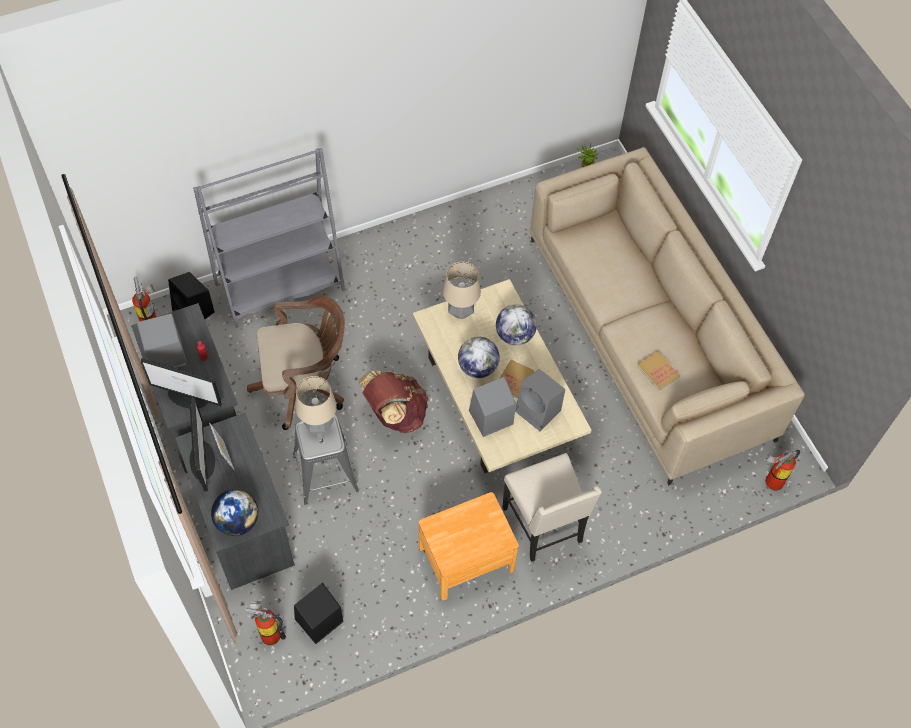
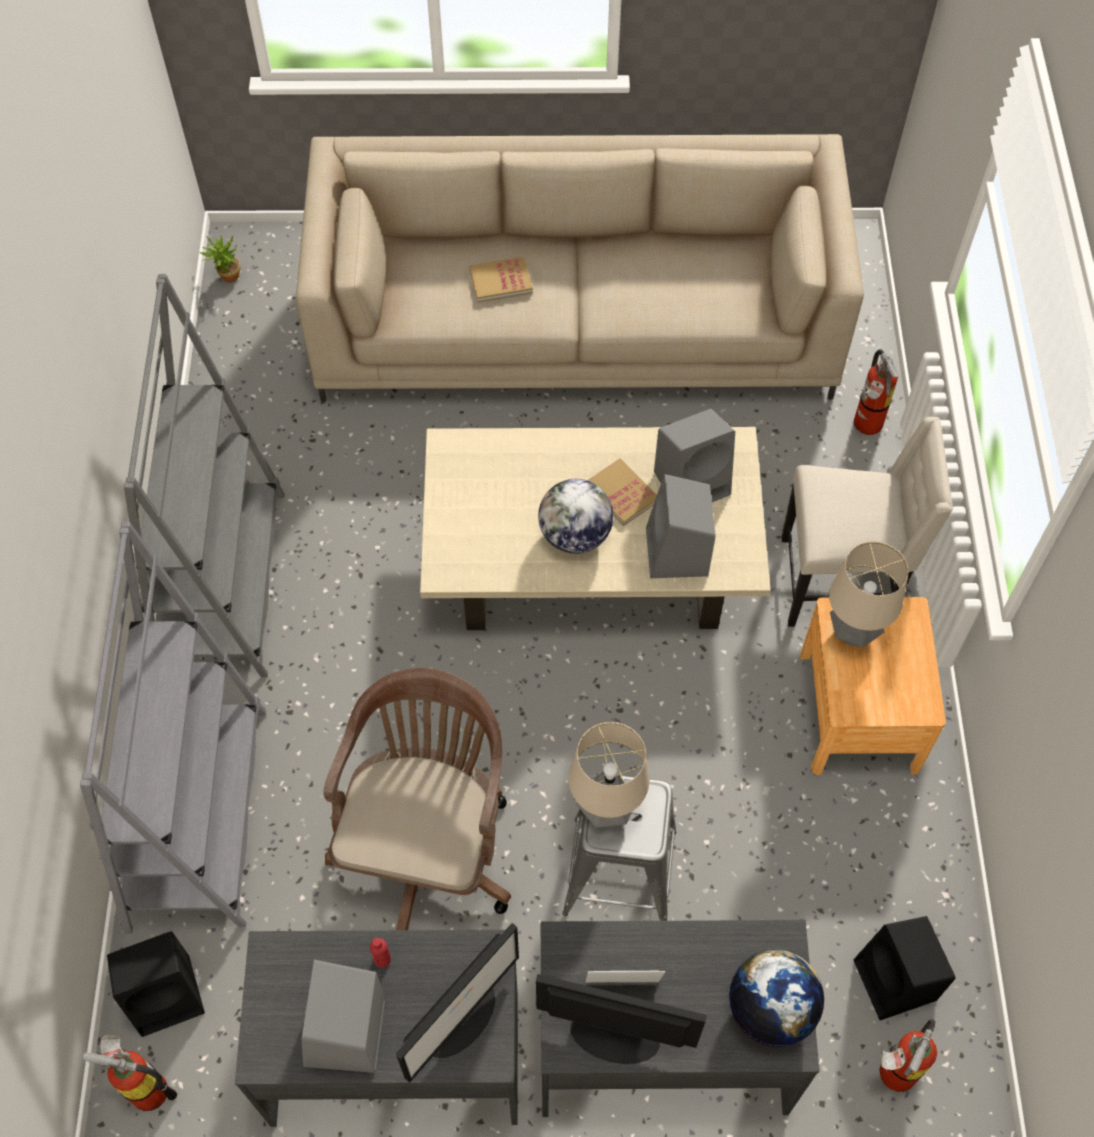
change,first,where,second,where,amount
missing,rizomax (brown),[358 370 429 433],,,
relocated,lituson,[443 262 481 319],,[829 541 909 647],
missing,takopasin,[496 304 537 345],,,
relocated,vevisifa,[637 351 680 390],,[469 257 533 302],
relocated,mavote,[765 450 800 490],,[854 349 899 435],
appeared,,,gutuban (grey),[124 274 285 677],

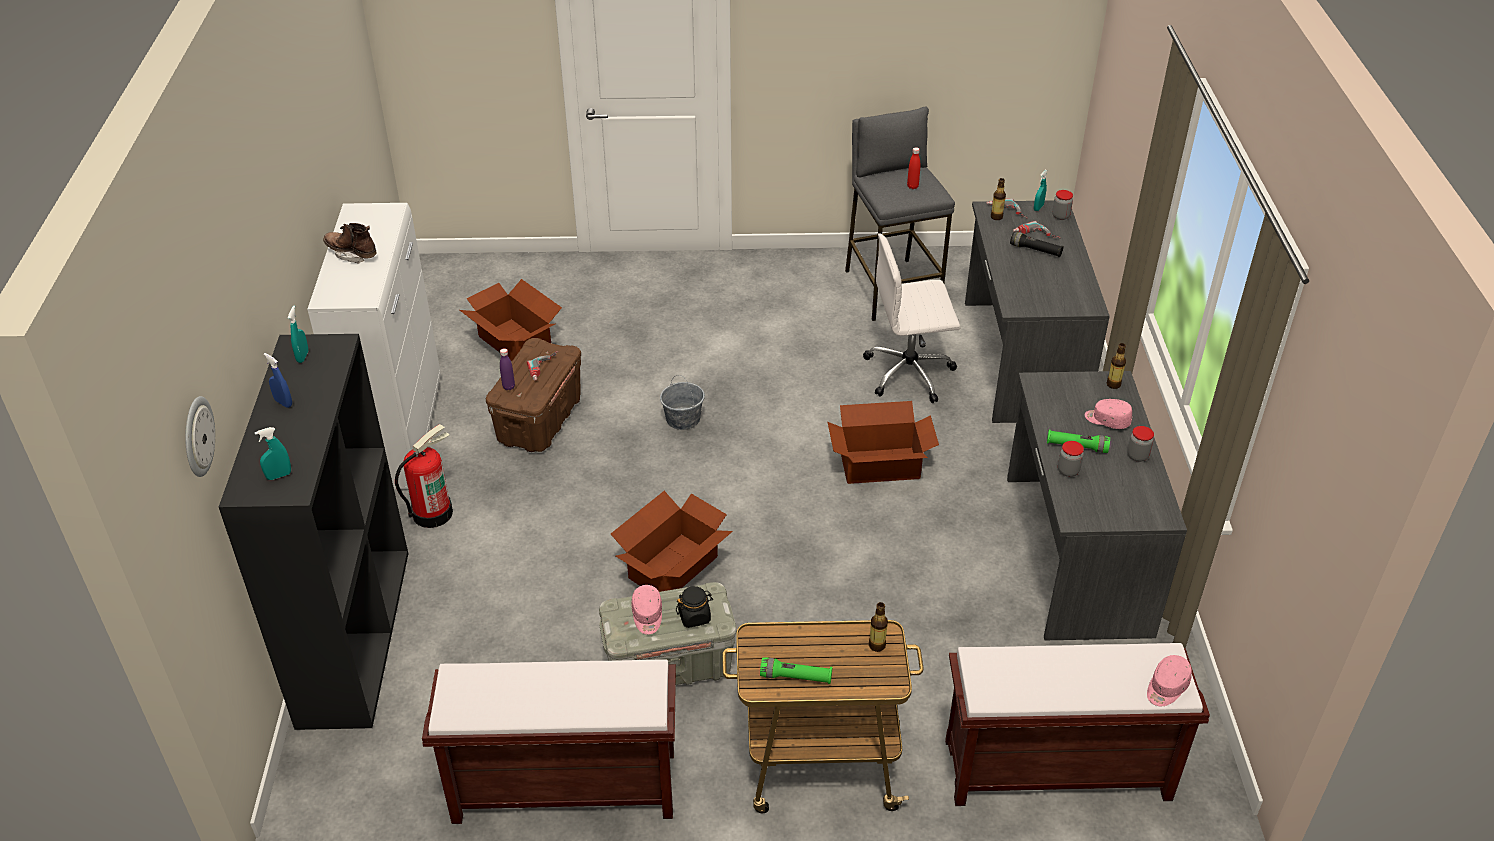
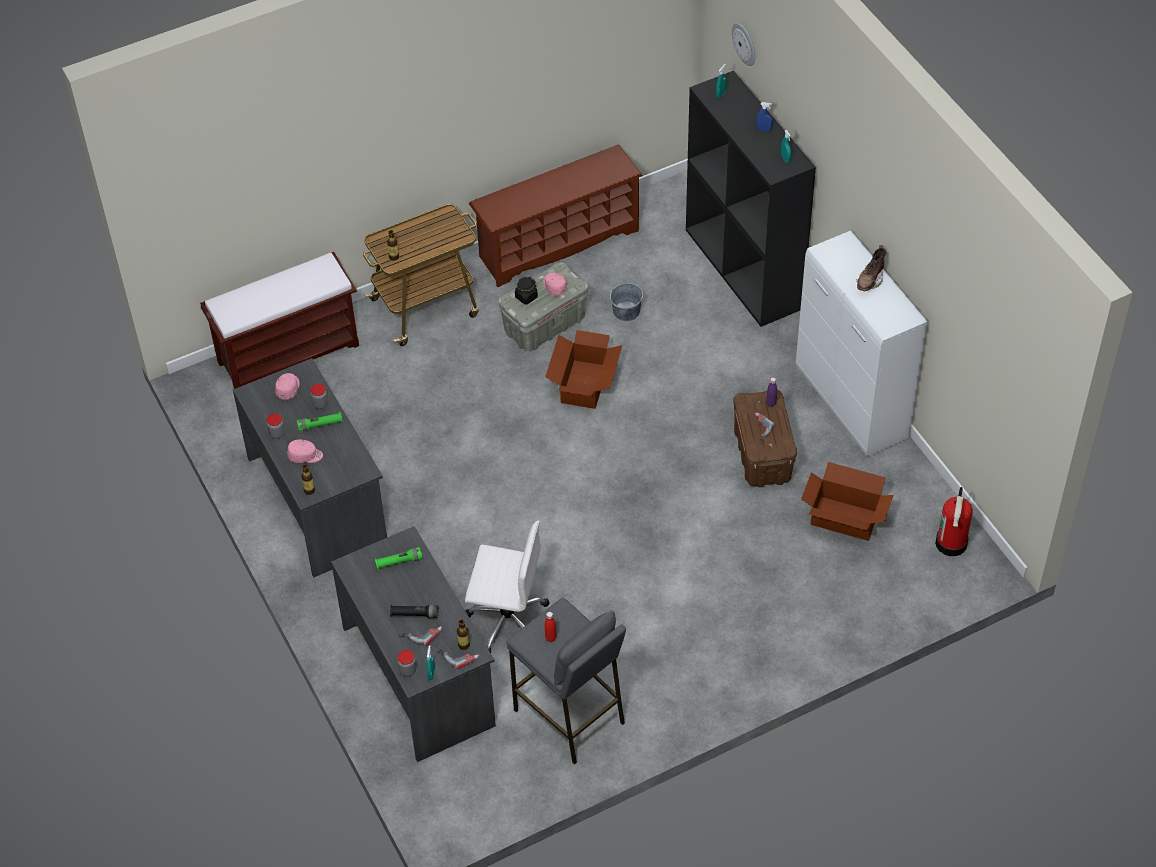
change,first,where,second,where,amount
spun,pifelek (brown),[323 223 377 264],,[856 245 887 291],120 degrees clockwise
relocated,mavote,[395 424 453 528],,[935 487 973 556],
exchanged,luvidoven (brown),[422 659 676 824],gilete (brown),[469 145 643 287],
relocated,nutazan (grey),[660 375 705 430],,[610 283 643 321],
relocated,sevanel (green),[760 658 832 684],,[374 547 422 570],
missing,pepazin,[827 401 939 484],,,
spun,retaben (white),[863 233 960 403],,[465 520 549 653],45 degrees clockwise
relocated,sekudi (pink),[1147 655 1192 706],,[275 373 300 400],

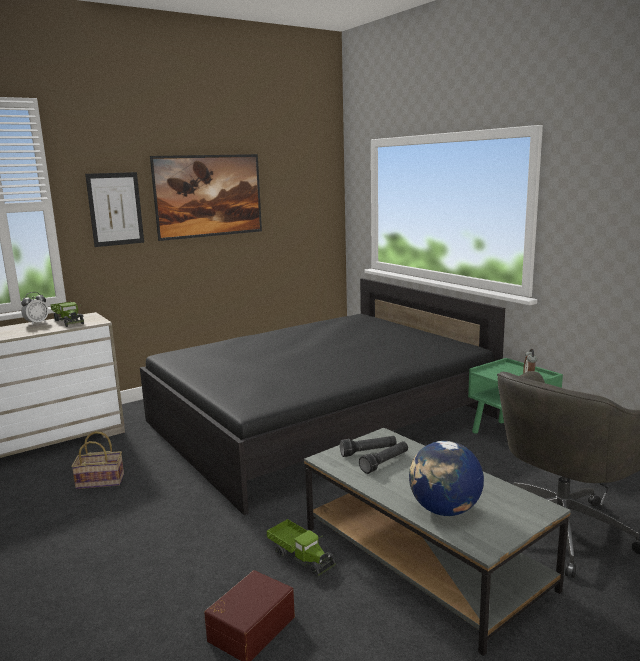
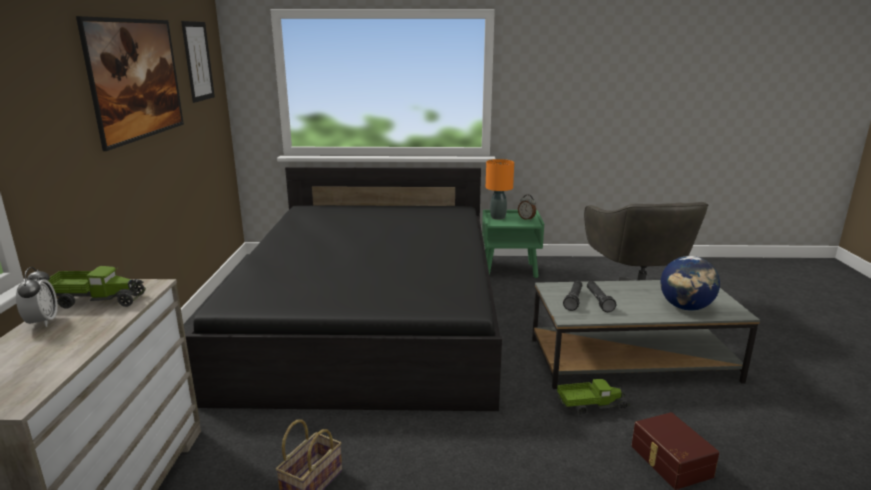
change,first,where,second,where,amount
relocated,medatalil,[85 172 144 247],,[181 21 215 103],
appeared,,,lituson (orange),[486 159 514 220],

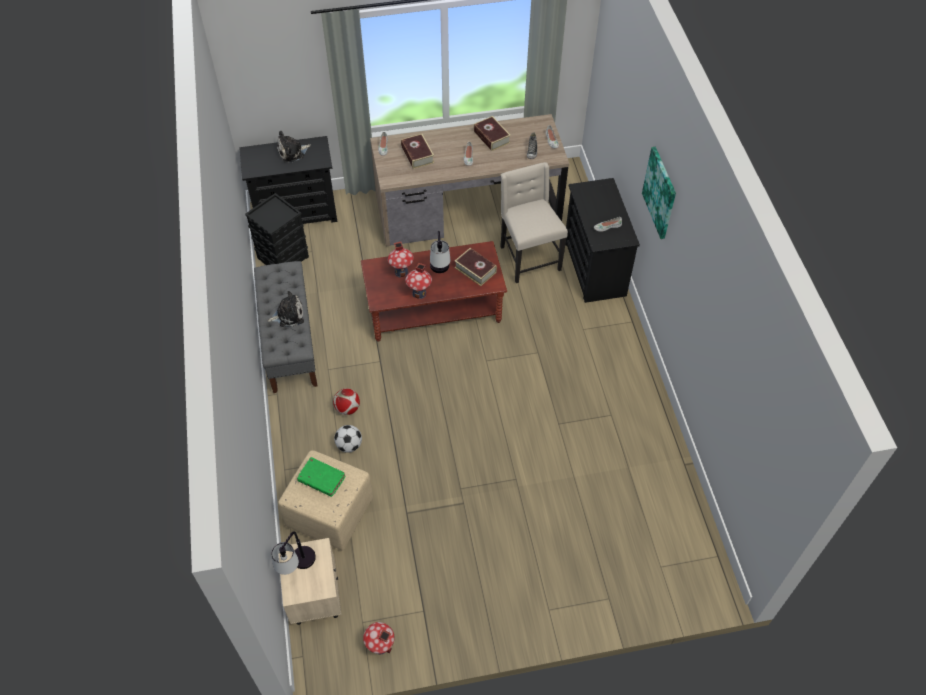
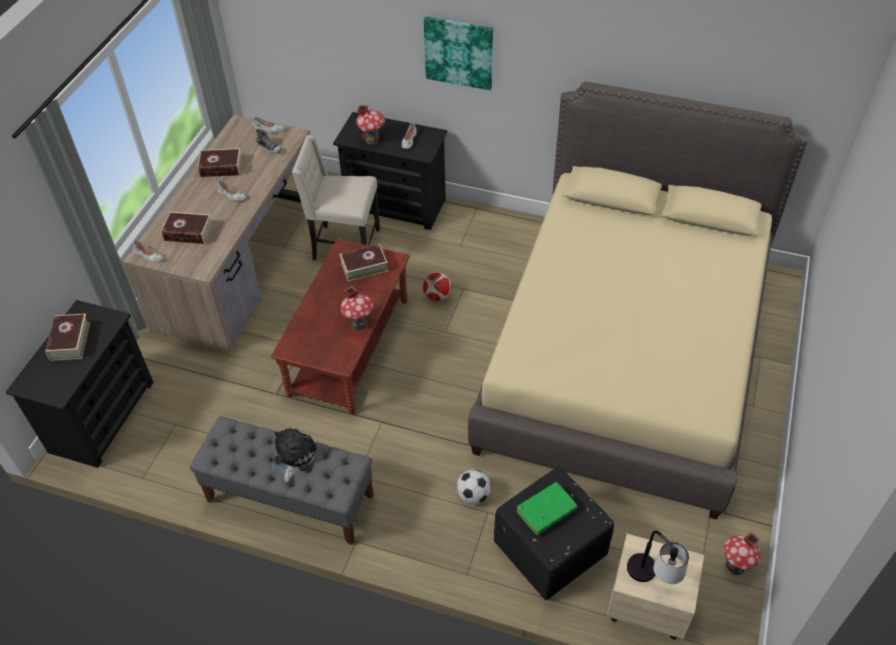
change,first,where,second,where,amount
missing,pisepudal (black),[245 193 309 265],,,
exchanged,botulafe,[277 131 311 163],vevisifa,[45 313 90 361],
colour,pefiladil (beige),[278 450 373 550],pefiladil (black),[494 467 614 600],
relocated,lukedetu,[333 388 360 415],,[423 273 452 302],
relocated,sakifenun,[388 242 414 278],,[356 105 385 145],
missing,lituson,[430 231 451 273],,,
appeared,,,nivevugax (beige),[468 82 808 519],

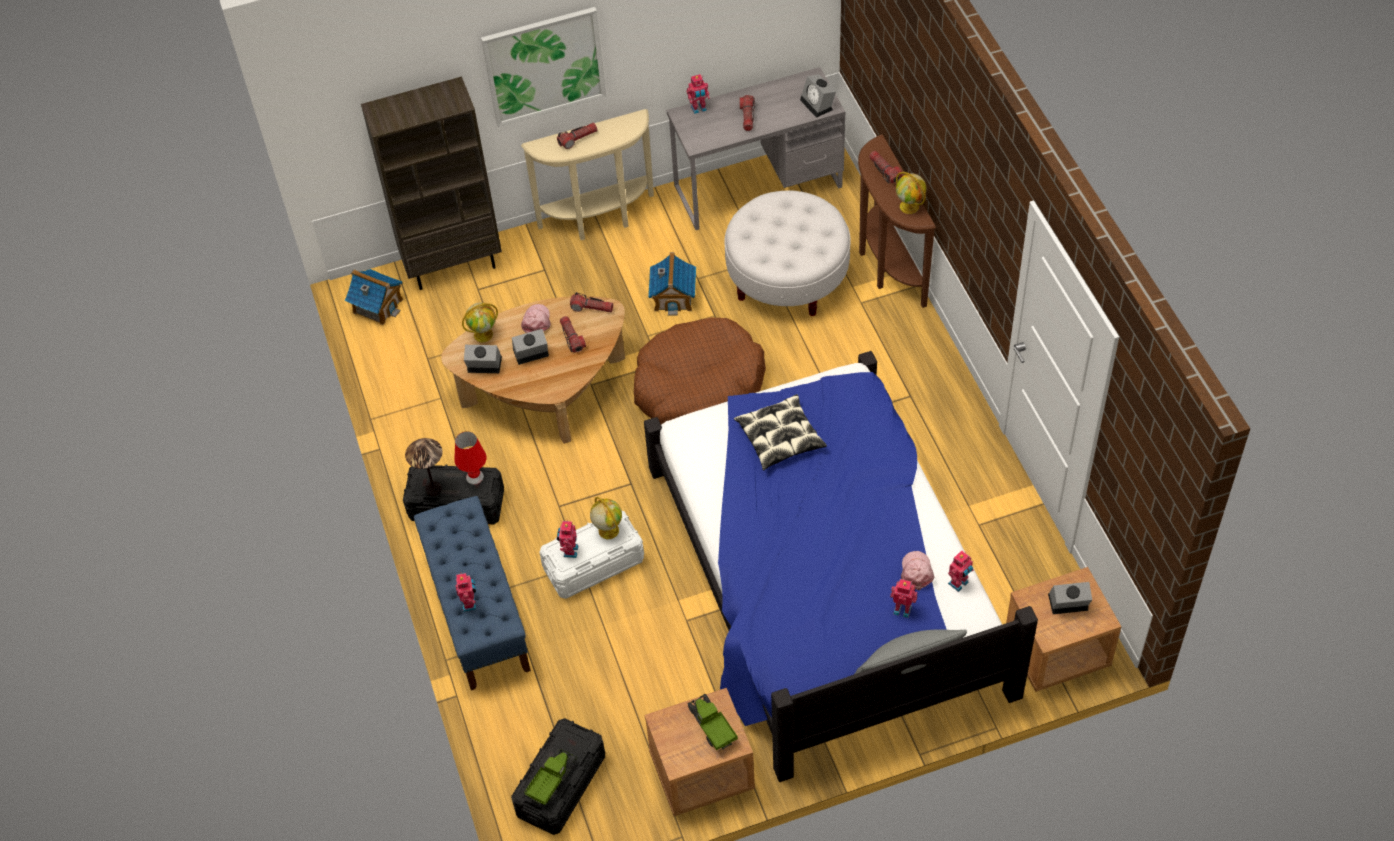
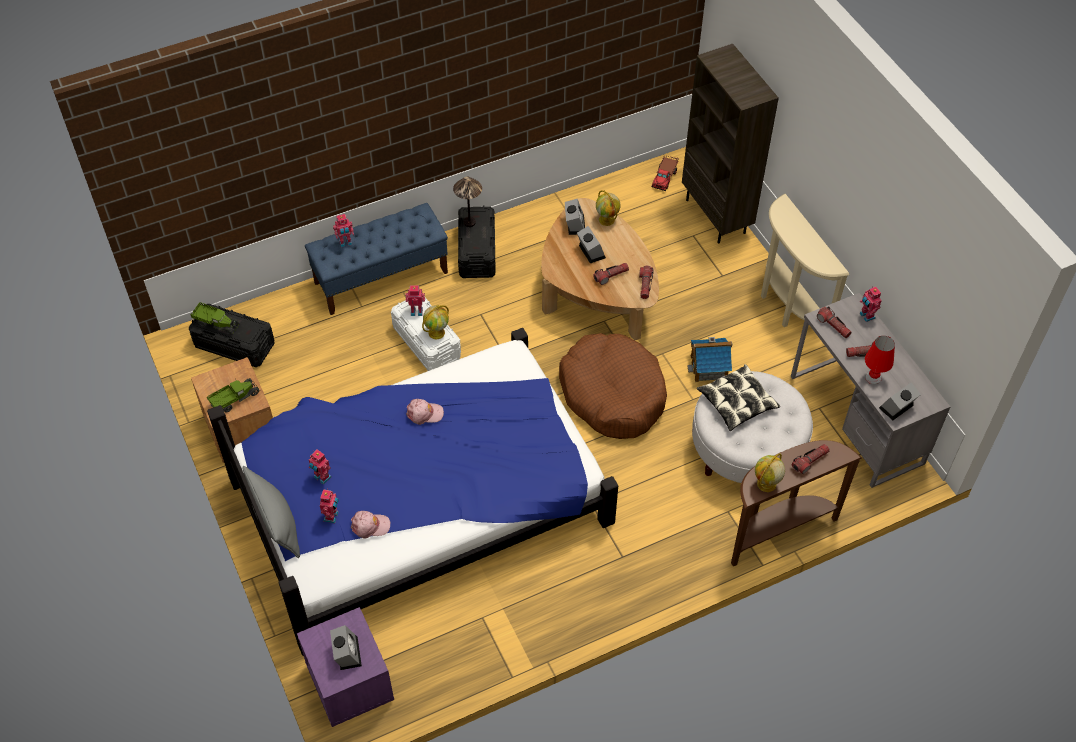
change,first,where,second,where,amount
exchanged,sakifenun,[345 269 403 325],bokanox,[651 155 679 191],
relocated,lituson (red),[454 431 487 485],,[865 336 895 385],
missing,medatalil,[481 7 606 127],,,
relocated,sekudi (pink),[521 304 551 333],,[406 399 444 425],
relocated,sevanel,[557 123 597 149],,[817 306 852 338],
relocated,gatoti,[734 394 827 471],,[697 364 780 431],
relocated,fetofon,[948 550 974 592],,[309 449 331 485],
colour,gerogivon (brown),[1006 567 1121 692],gerogivon (purple),[297 607 394 727],

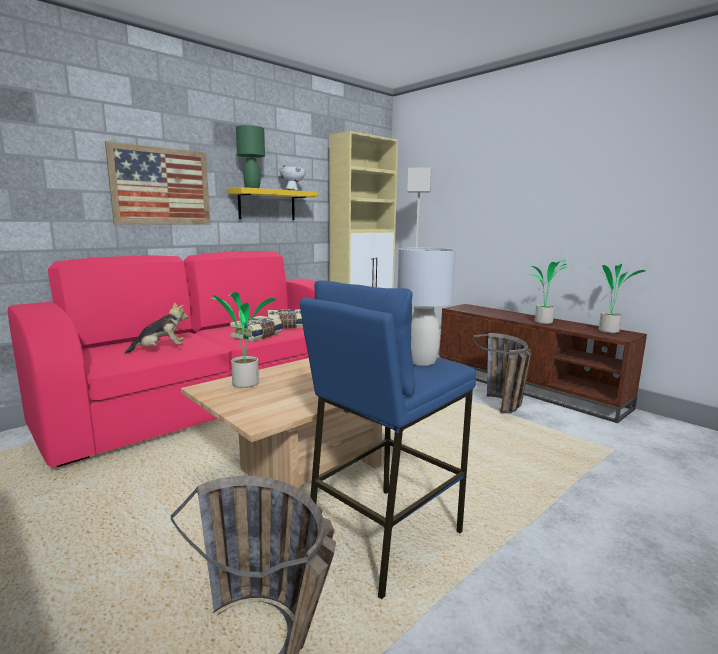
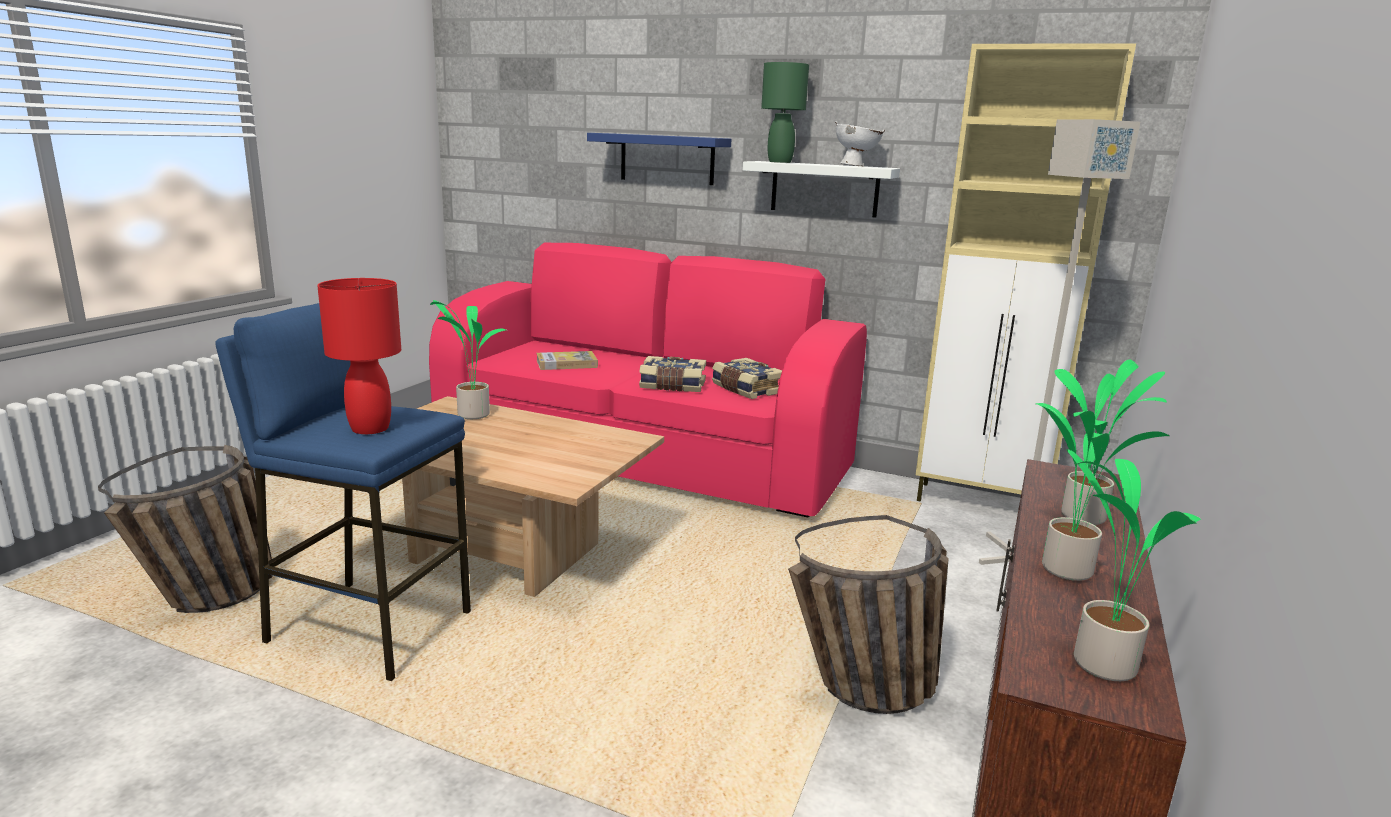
change,first,where,second,where,amount
exchanged,medatalil,[105 141 210 225],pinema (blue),[587 133 731 185],
exchanged,botulafe,[125 302 188 354],vevisifa,[536 351 598 370],
colour,pinema (yellow),[227 187 317 220],pinema (white),[743 161 900 218],
colour,lituson (grey),[398 248 456 366],lituson (red),[317 278 401 434],
appeared,,,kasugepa,[1054 359 1167 525],

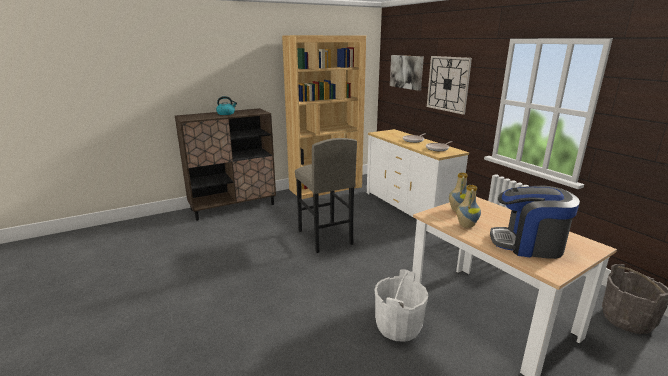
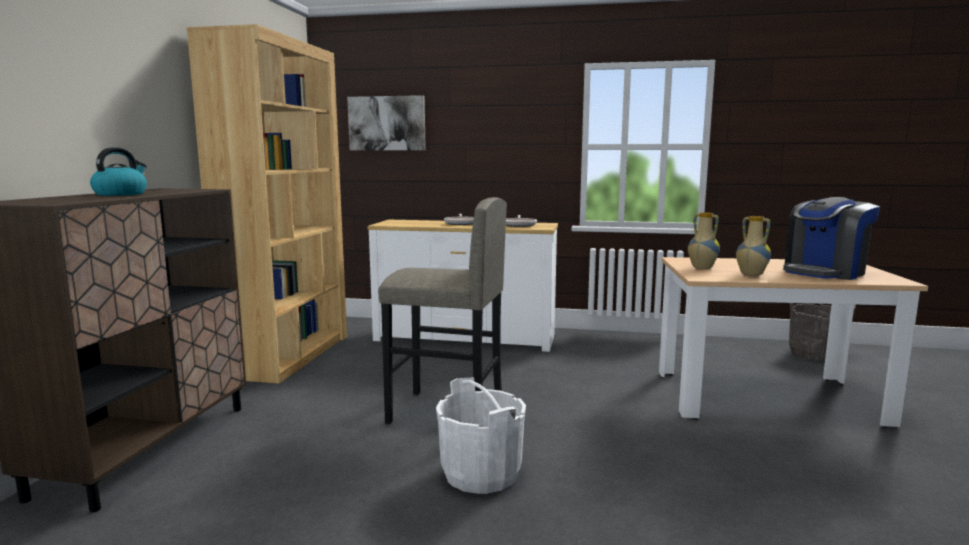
change,first,where,second,where,amount
relocated,nutazan (white),[375 269 428 342],,[436 378 526 494],
missing,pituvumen,[427 56 472 115],,,

